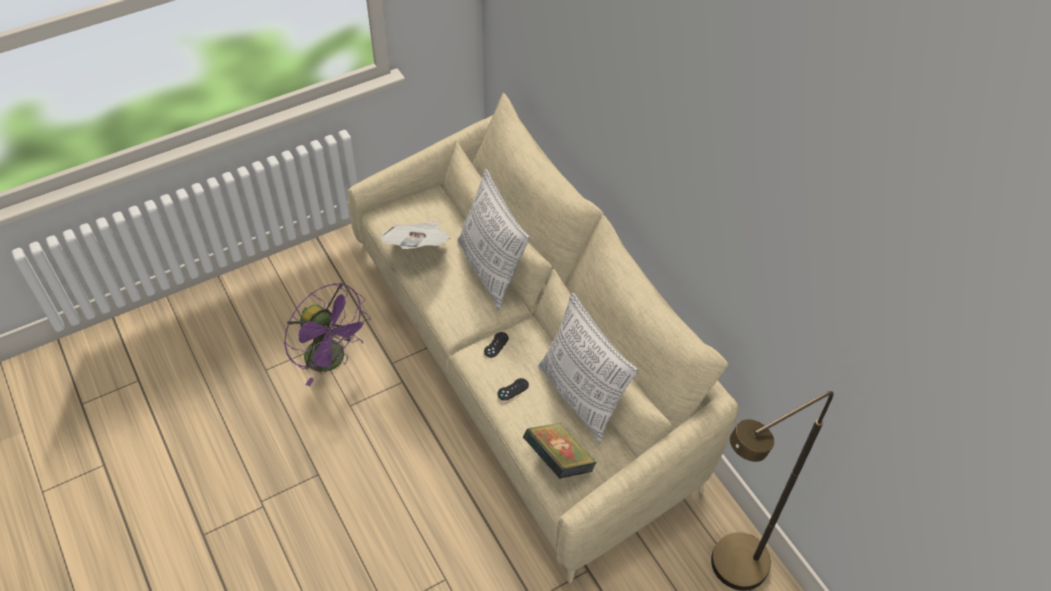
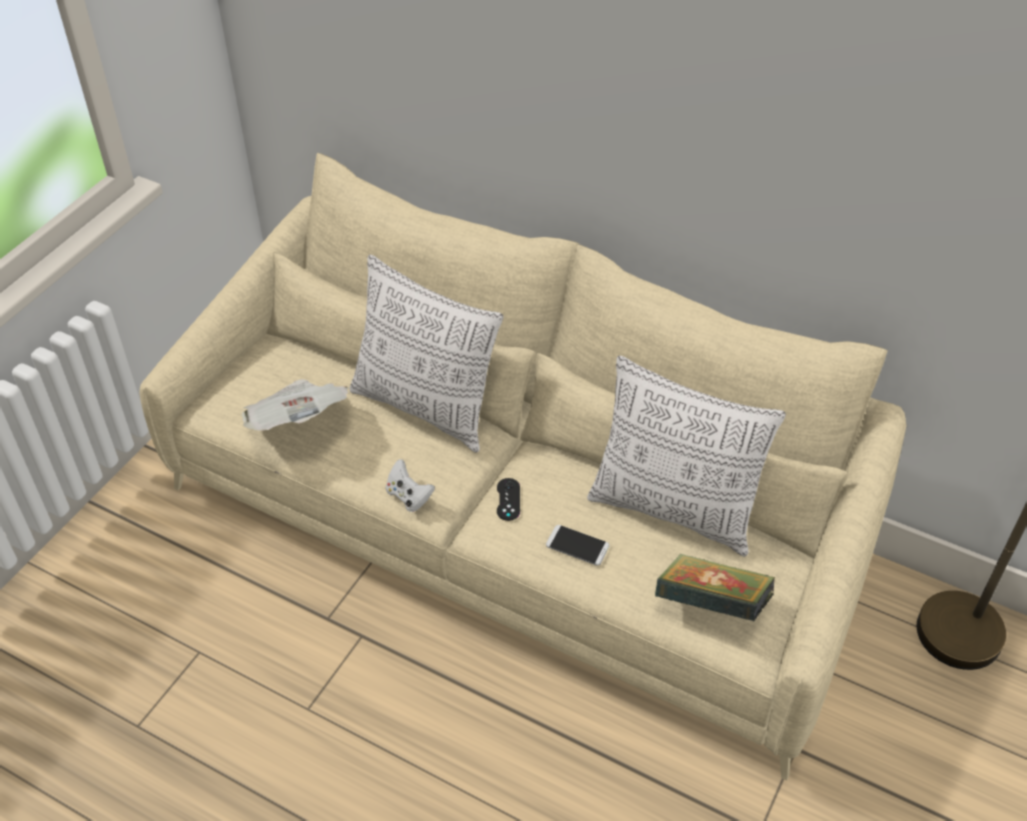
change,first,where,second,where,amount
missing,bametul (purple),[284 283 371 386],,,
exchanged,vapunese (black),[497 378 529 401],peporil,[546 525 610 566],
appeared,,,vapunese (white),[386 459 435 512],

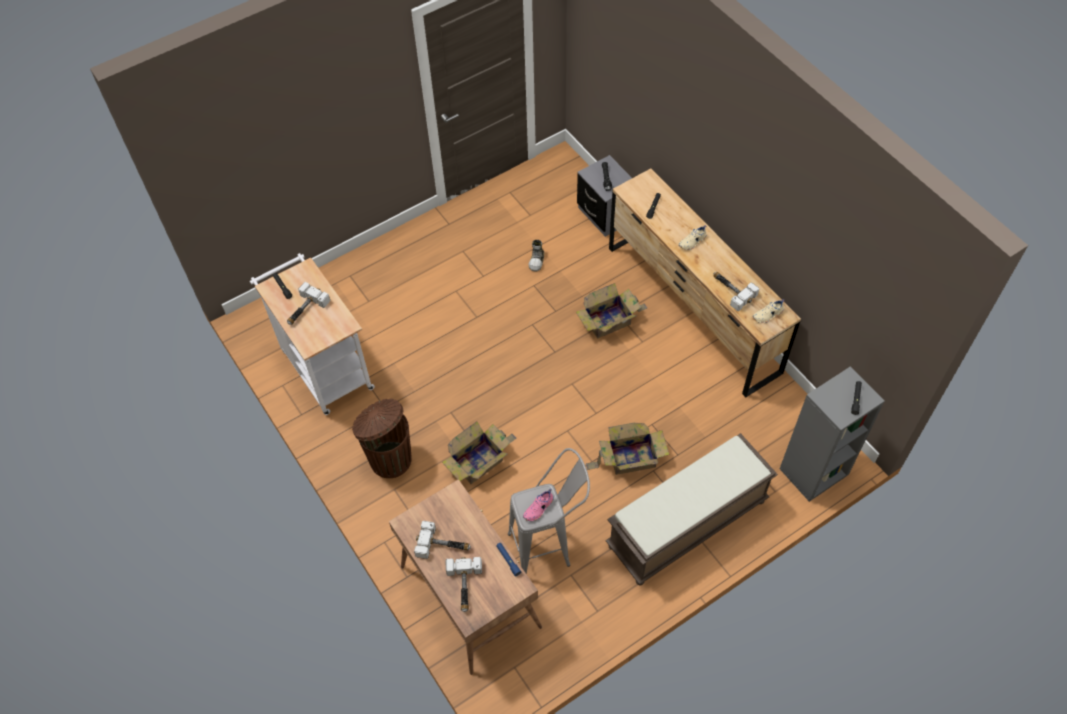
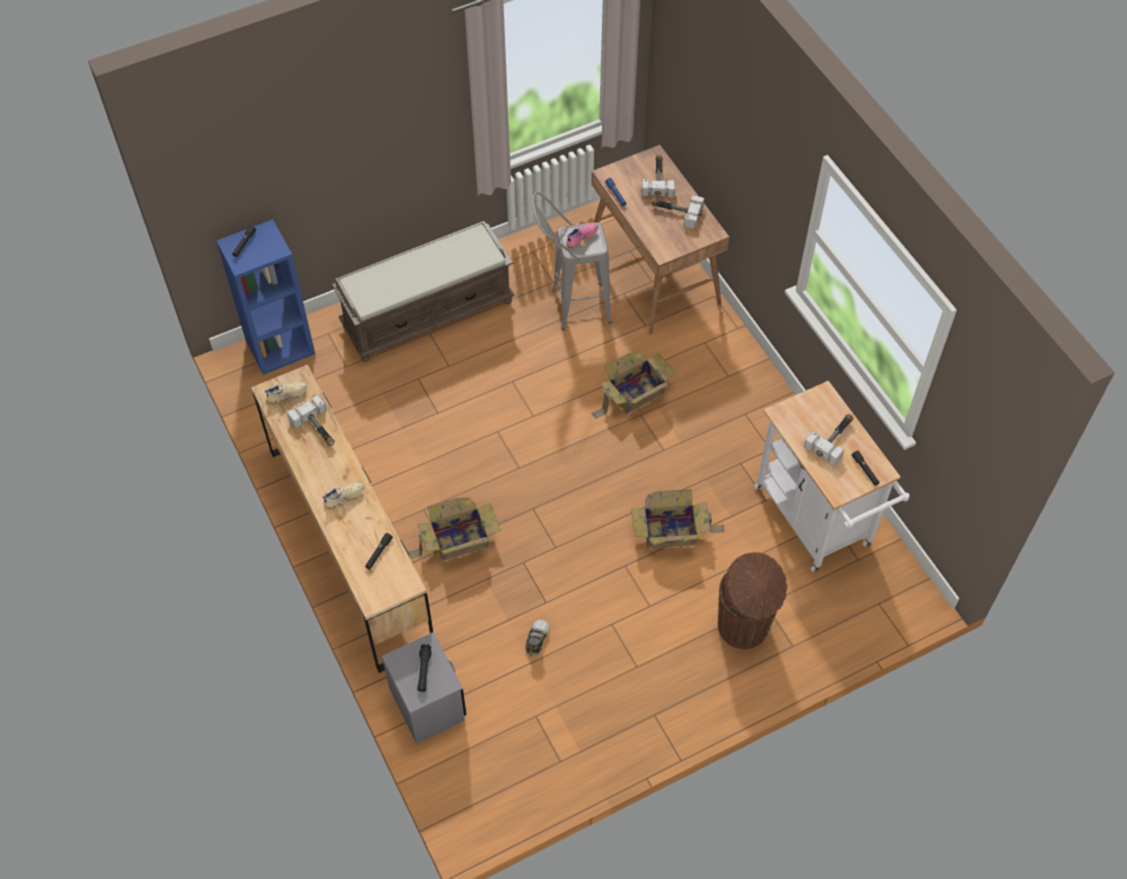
change,first,where,second,where,amount
relocated,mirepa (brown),[352 398 412 478],,[718 552 787 649],
relocated,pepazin,[586 423 669 475],,[631 489 725 548],
colour,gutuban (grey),[780 366 885 502],gutuban (blue),[216 219 315 375],

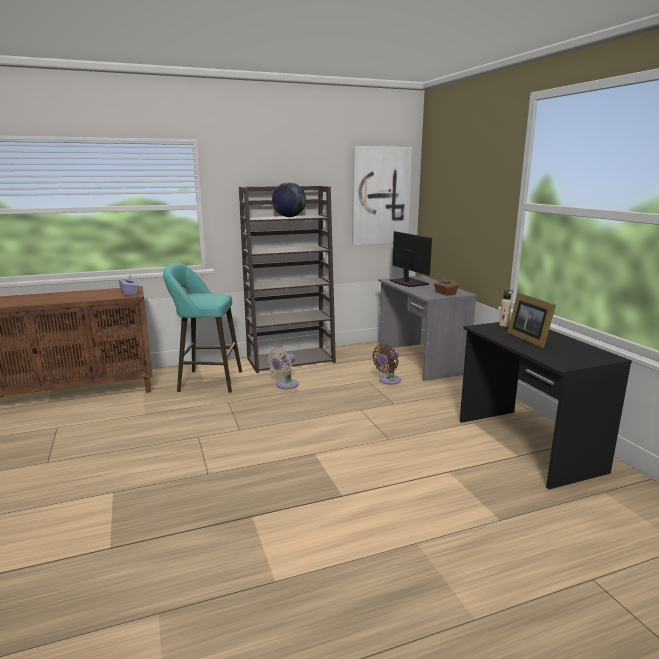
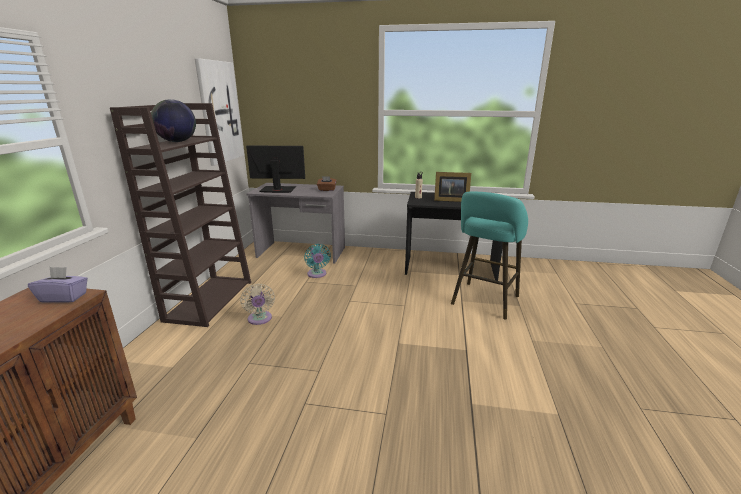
change,first,where,second,where,amount
relocated,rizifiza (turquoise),[163 263 242 393],,[451 192 528 319],
colour,bametul (brown),[372 344 401 385],bametul (turquoise),[304 244 331 278],

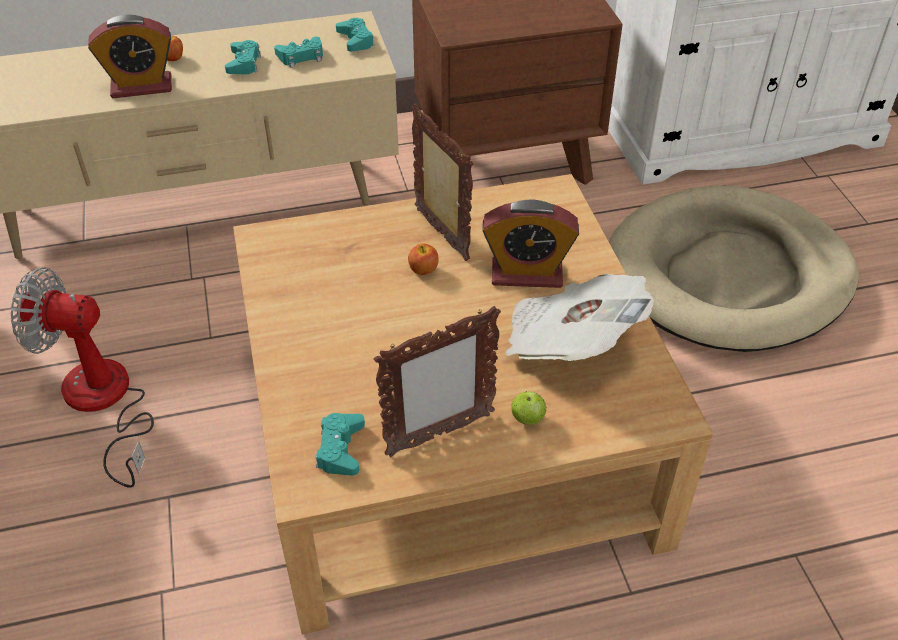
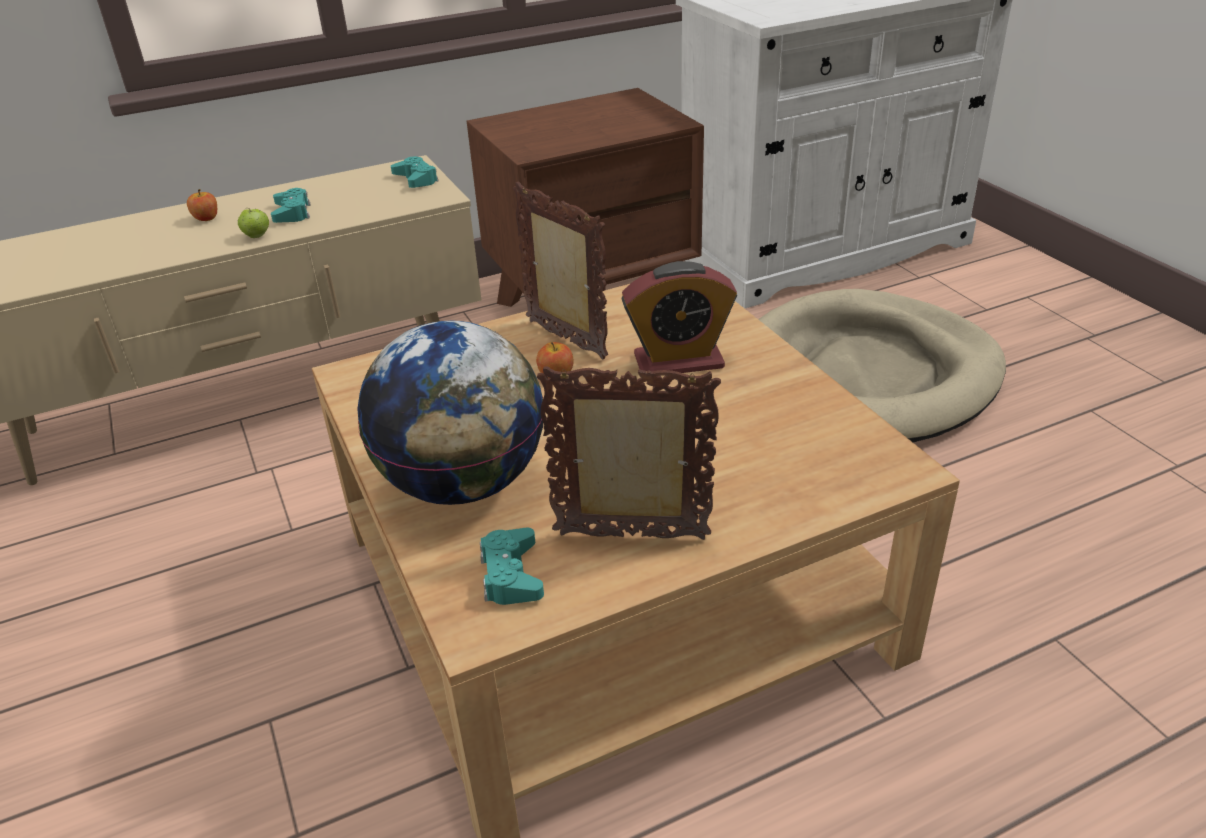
change,first,where,second,where,amount
missing,bametul,[11 267 154 488],,,
missing,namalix,[88 15 172 98],,,
missing,vapunese (turquoise),[274 37 323 68],,,
spun,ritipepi,[374 306 501 457],,[537 366 721 540],135 degrees counterclockwise
missing,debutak,[506 274 654 361],,,
relocated,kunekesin,[511 391 546 425],,[237 208 269 238],
appeared,,,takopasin,[357 320 543 505],

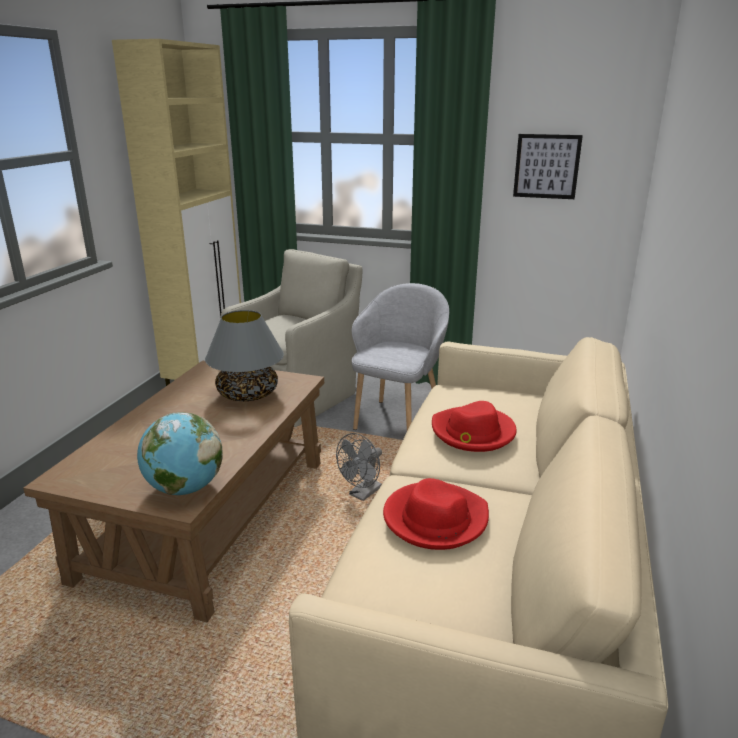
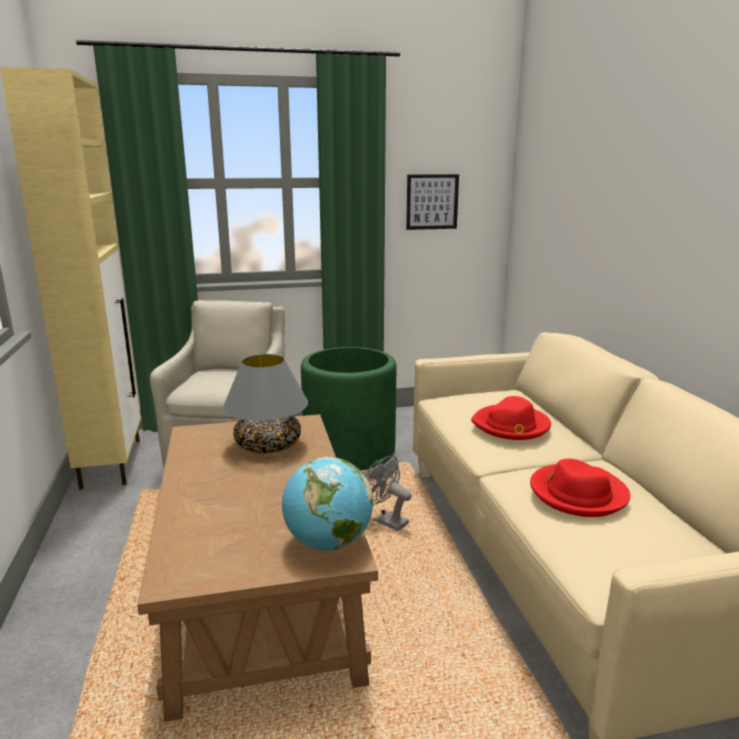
change,first,where,second,where,amount
spun,bametul (grey),[336 433 382 501],,[365 456 412 531],120 degrees clockwise
exchanged,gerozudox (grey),[352 283 449 431],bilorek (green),[301 347 396 471],

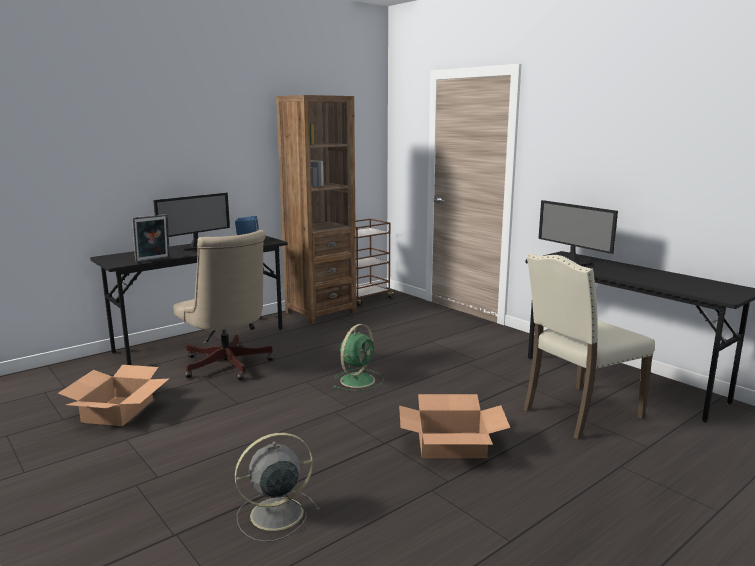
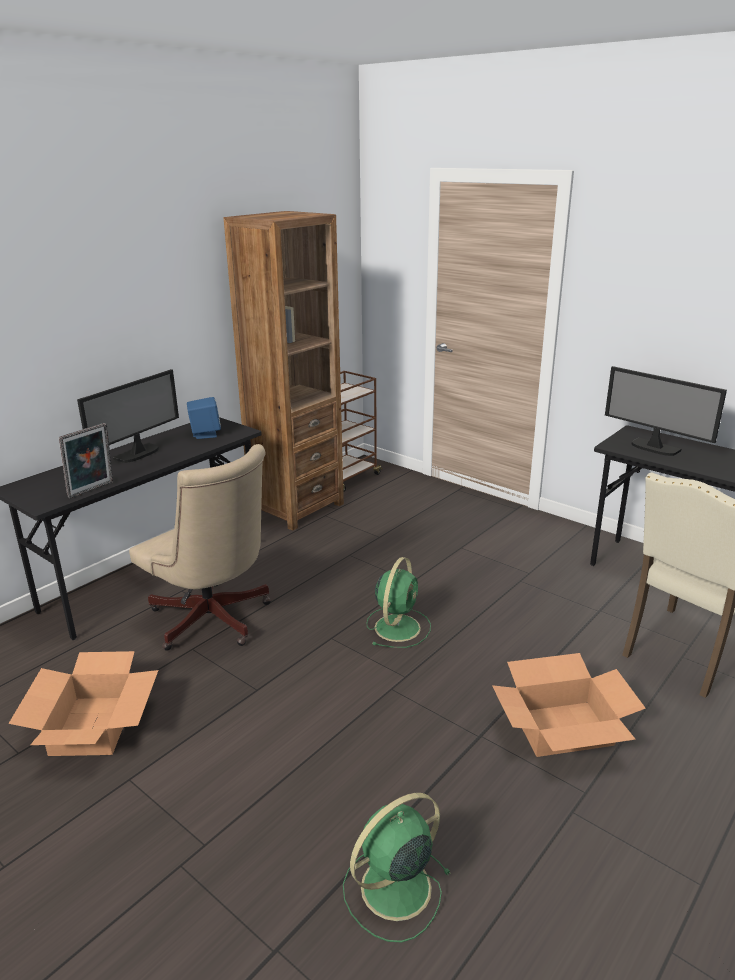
change,first,where,second,where,amount
colour,bametul (grey),[235 433 320 542],bametul (green),[343 793 451 942],

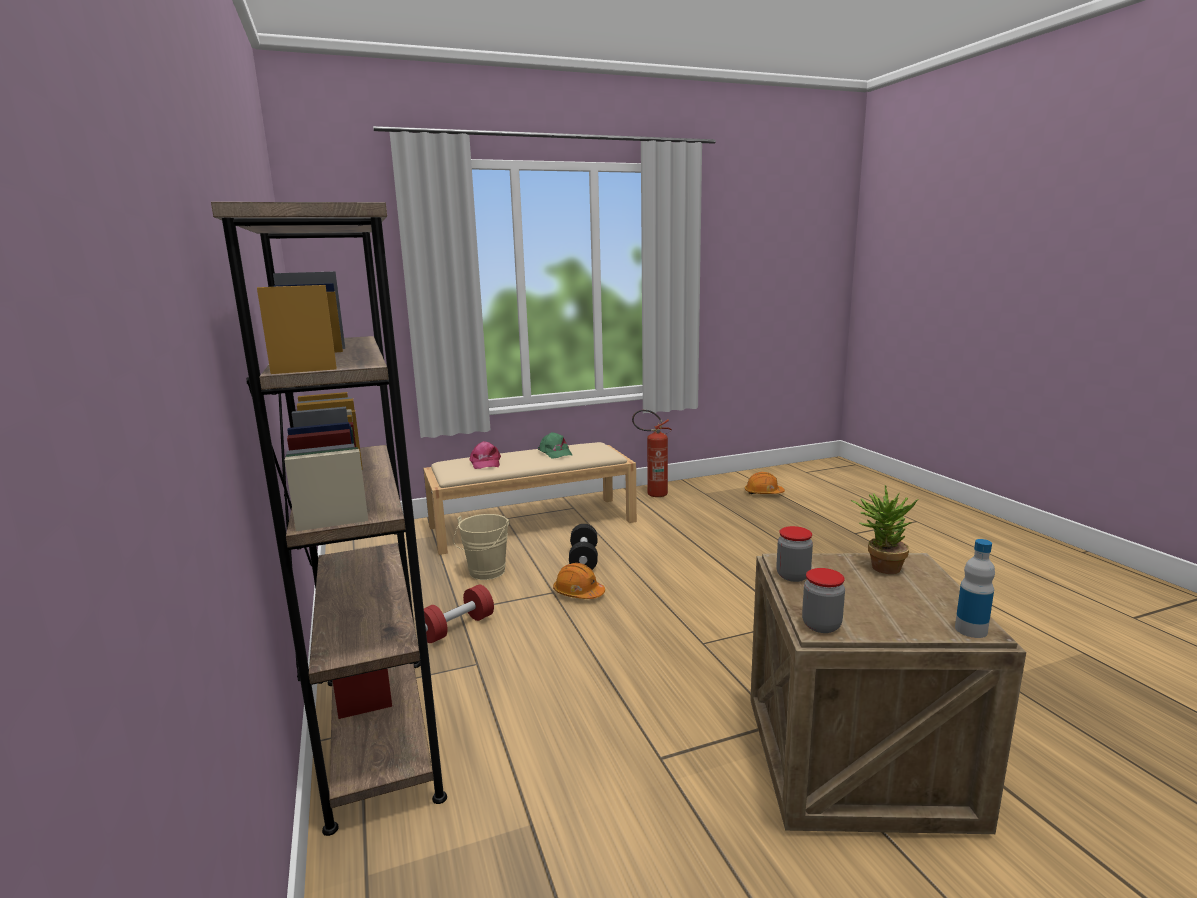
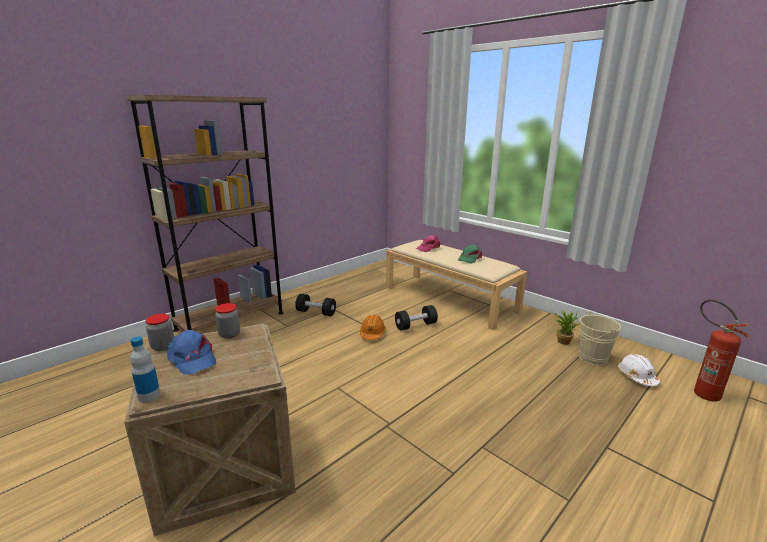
change,first,where,second,where,amount
colour,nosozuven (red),[424 585 494 643],nosozuven (black),[295 294 336 316],
relocated,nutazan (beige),[453 514 509 580],,[571 311 621 365],
relocated,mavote,[632 410 672 497],,[694 299 750 402],
colour,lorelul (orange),[745 472 785 494],lorelul (white),[617 354 660 386],
relocated,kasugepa,[851 485 919 574],,[554 310 580 345],
appeared,,,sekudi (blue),[167 330 216 375],

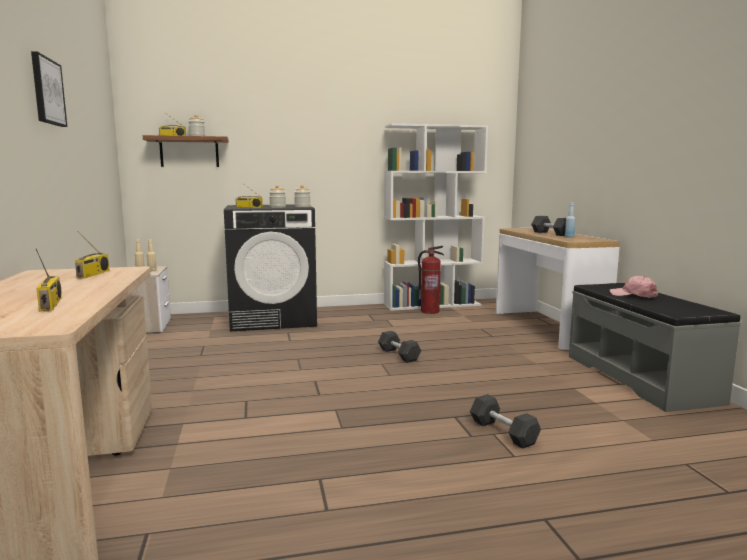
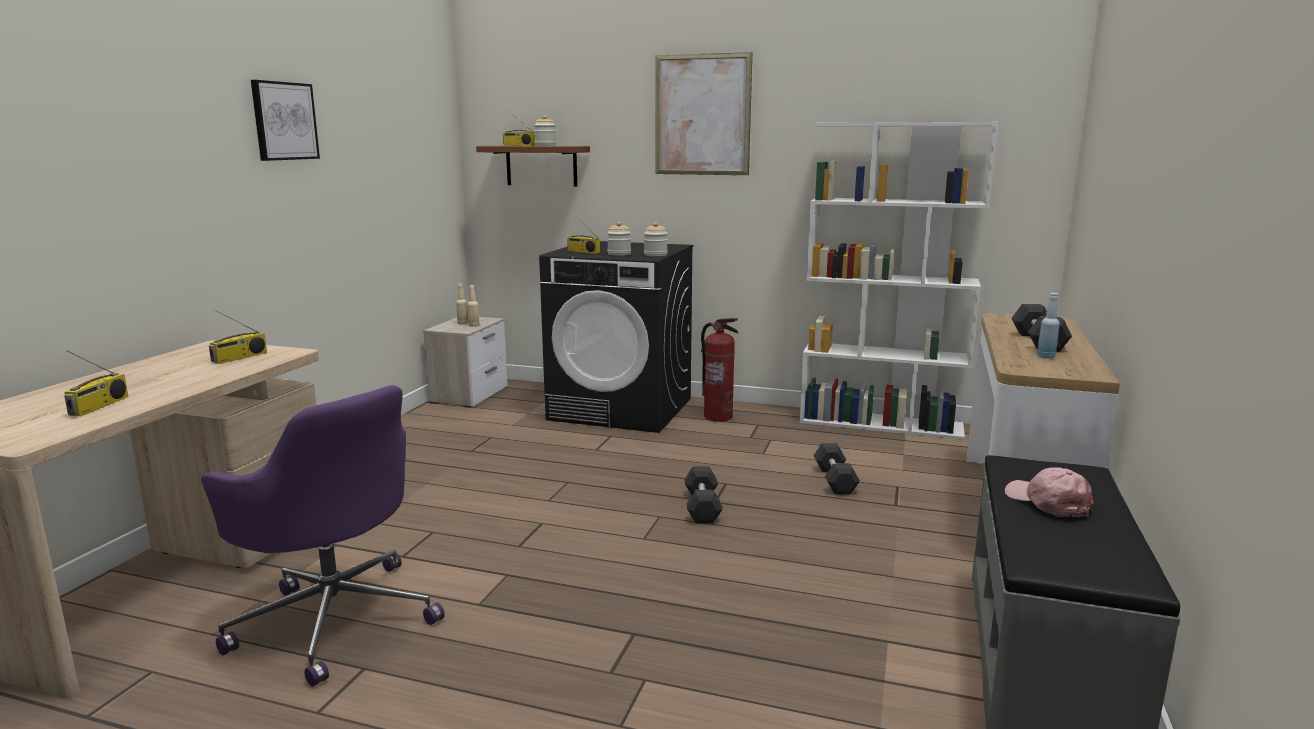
change,first,where,second,where,amount
relocated,mavote,[418 246 444 314],,[701 318 738 422],
relocated,nosozuven (grey),[470 394 541 449],,[813 443 860 494],
appeared,,,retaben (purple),[201 385 445 687],
appeared,,,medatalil,[656 52 752 175],

